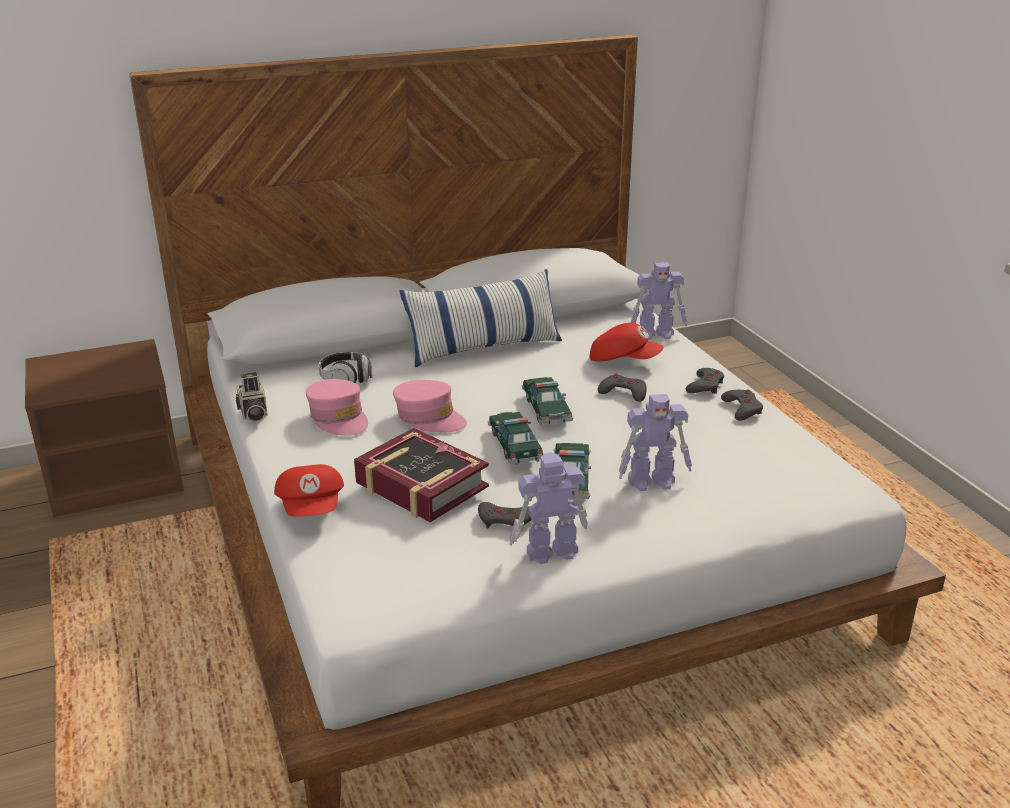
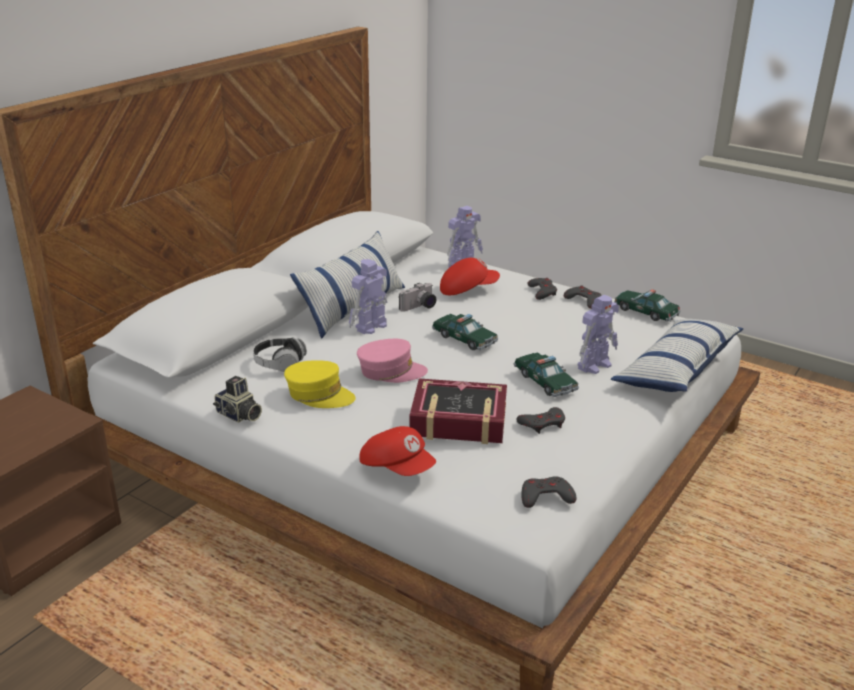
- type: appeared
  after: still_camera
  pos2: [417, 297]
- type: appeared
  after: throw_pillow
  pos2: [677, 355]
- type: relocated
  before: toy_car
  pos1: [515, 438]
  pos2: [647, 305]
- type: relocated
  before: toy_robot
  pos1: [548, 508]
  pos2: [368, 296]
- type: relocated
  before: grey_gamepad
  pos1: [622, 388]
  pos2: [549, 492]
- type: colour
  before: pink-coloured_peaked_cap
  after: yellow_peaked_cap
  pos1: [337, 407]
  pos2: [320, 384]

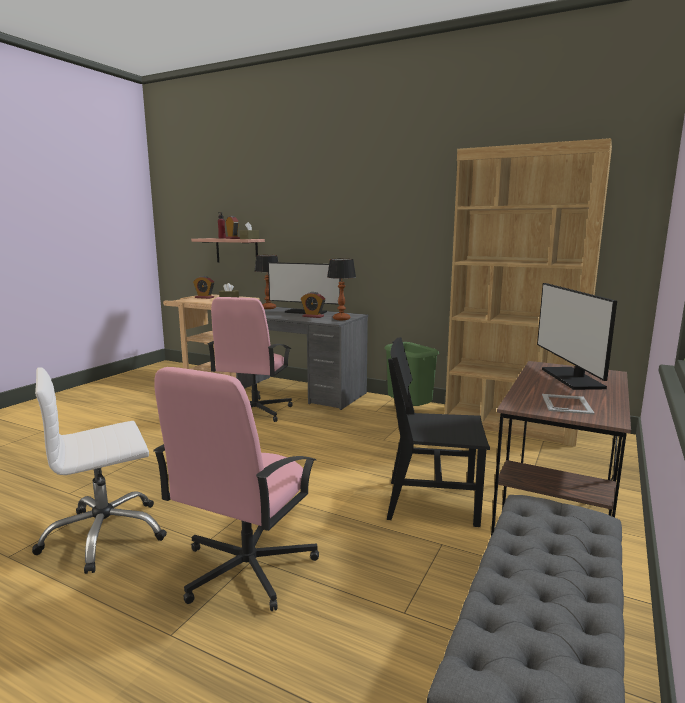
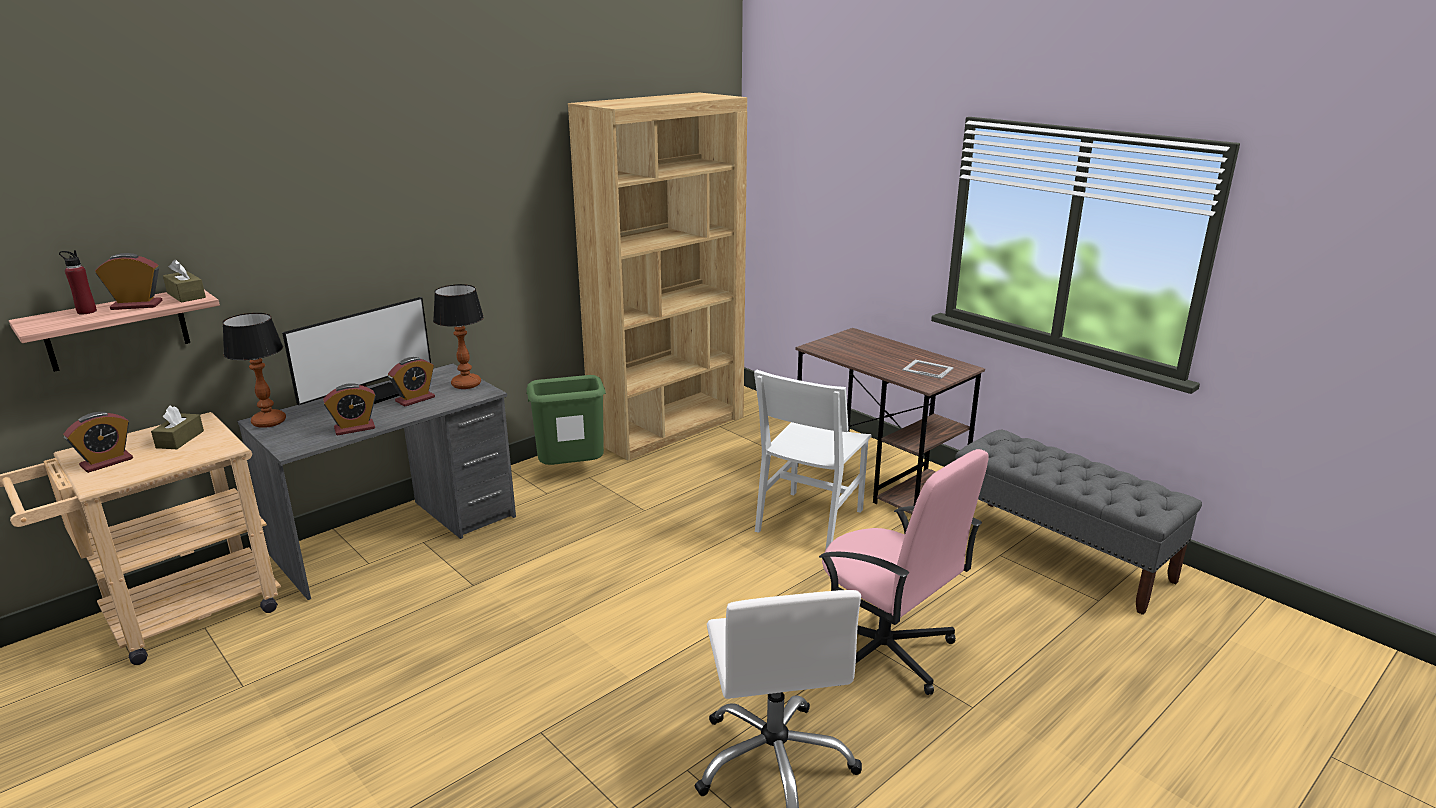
- type: missing
  before: pink-coloured_computer_chair
  pos1: [250, 359]
- type: missing
  before: computer_screen
  pos1: [577, 336]
- type: appeared
  after: bedside_clock
  pos2: [349, 409]
- type: colour
  before: black-coloured_chair
  after: white-coloured_chair
  pos1: [438, 432]
  pos2: [813, 459]

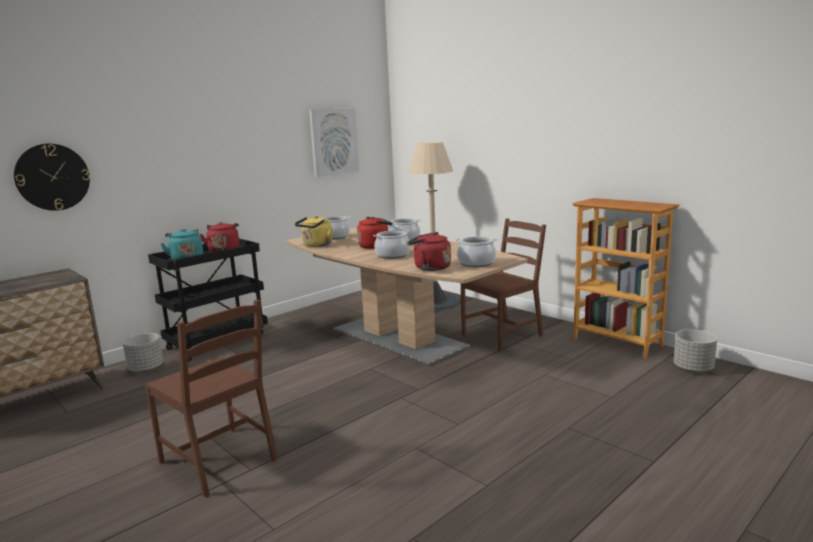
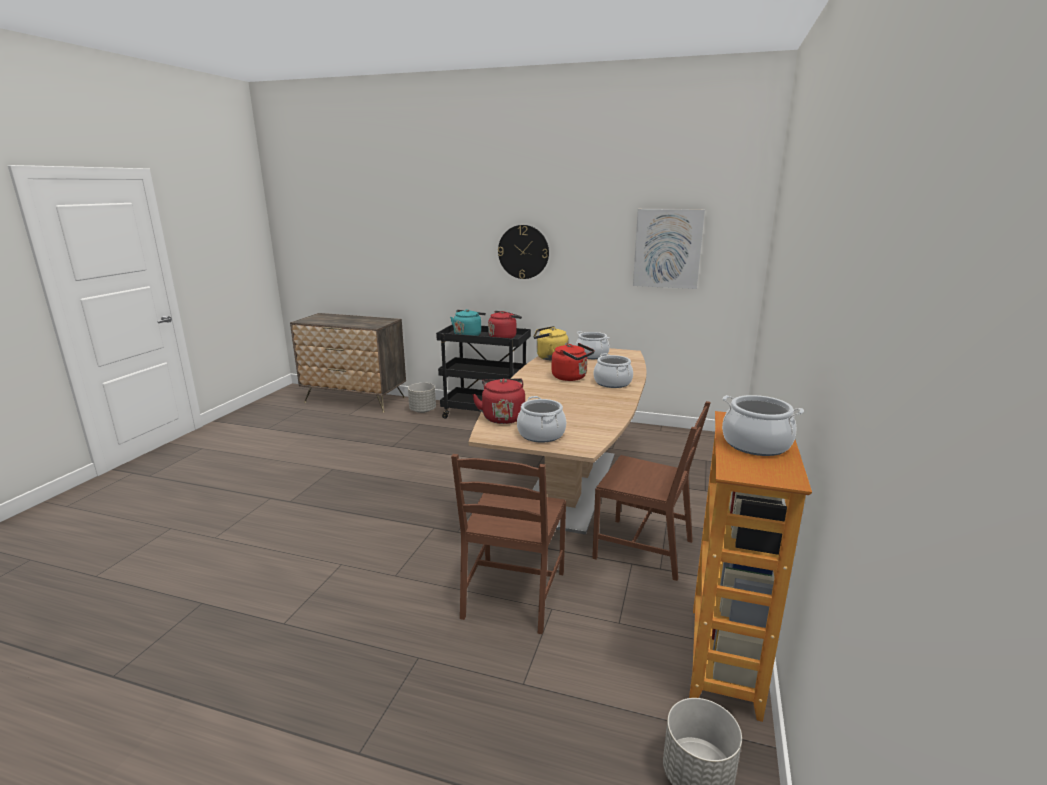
- type: missing
  before: beige_floor_lamp
  pos1: [434, 226]
- type: relocated
  before: clock_on_the_wall
  pos1: [52, 177]
  pos2: [523, 252]
- type: relocated
  before: brown_chair
  pos1: [211, 398]
  pos2: [508, 544]
- type: relocated
  before: stockpot
  pos1: [391, 244]
  pos2: [763, 425]

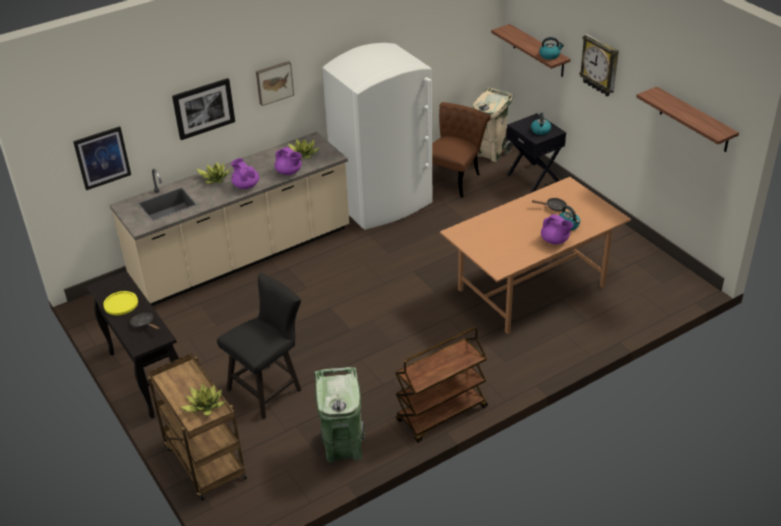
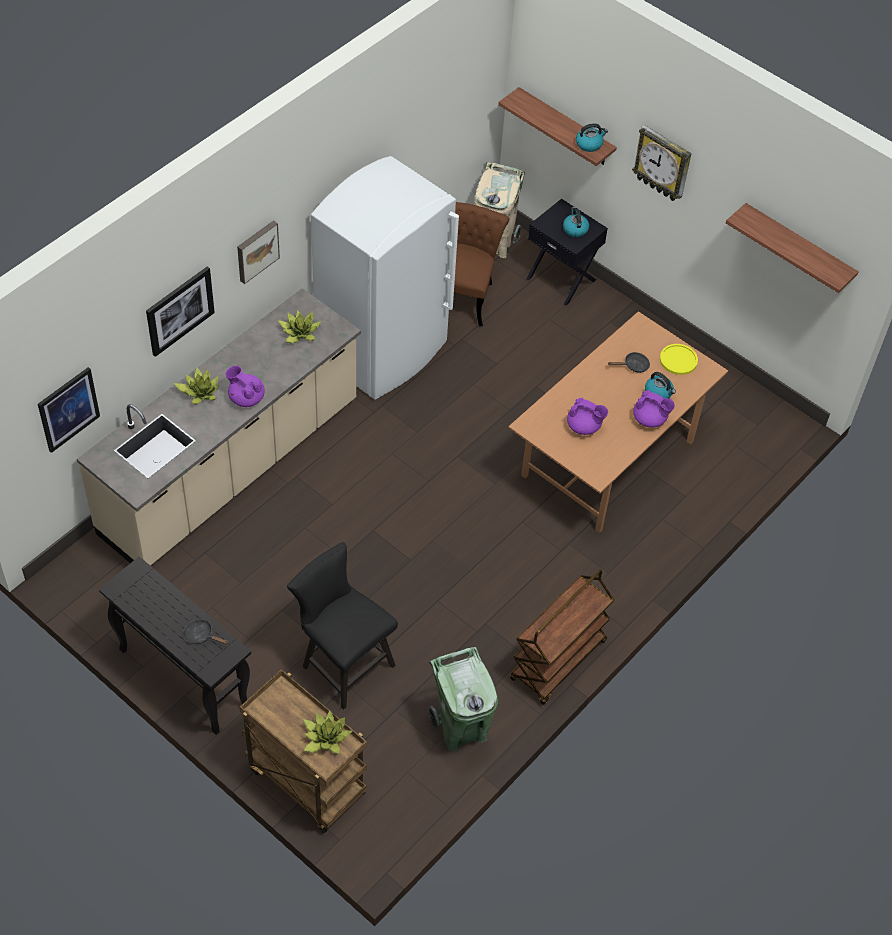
- type: relocated
  before: yellow_plate
  pos1: [120, 303]
  pos2: [679, 359]
- type: relocated
  before: purple-coloured_tea_pot
  pos1: [288, 161]
  pos2: [587, 416]
- type: spun
  before: black-coloured_chair
  pos1: [259, 346]
  pos2: [342, 626]
  turn: -75

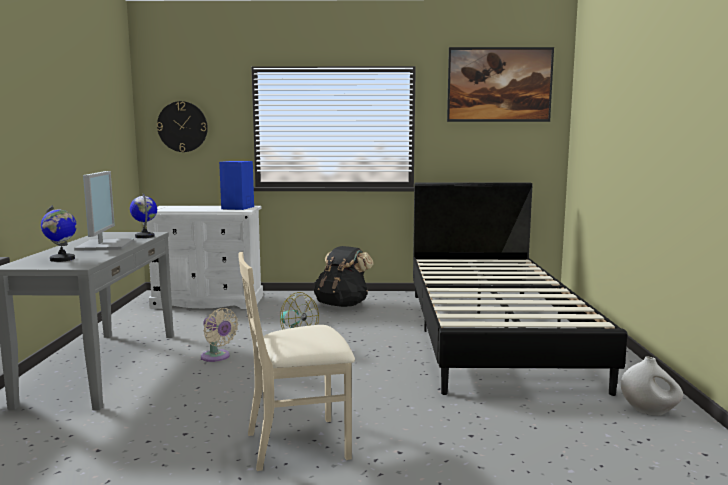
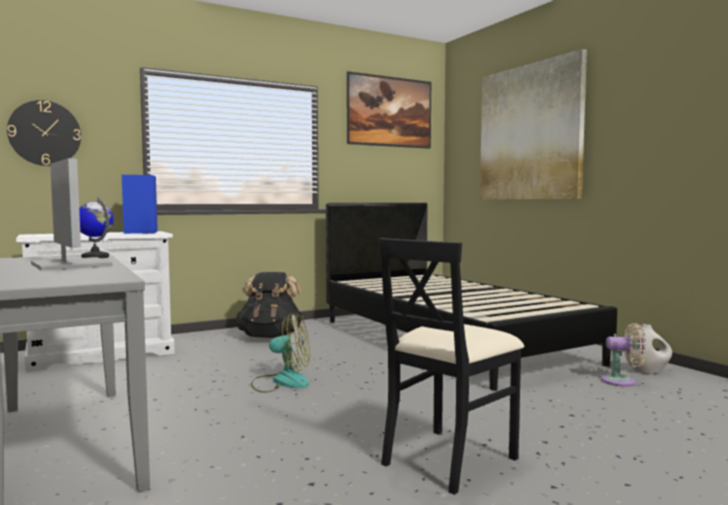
- type: missing
  before: world_globe
  pos1: [59, 233]
- type: appeared
  after: picture
  pos2: [533, 124]
- type: relocated
  before: beige_cooling_fan
  pos1: [219, 335]
  pos2: [623, 355]
- type: colour
  before: beige_chair
  after: black-coloured_chair
  pos1: [296, 361]
  pos2: [451, 366]

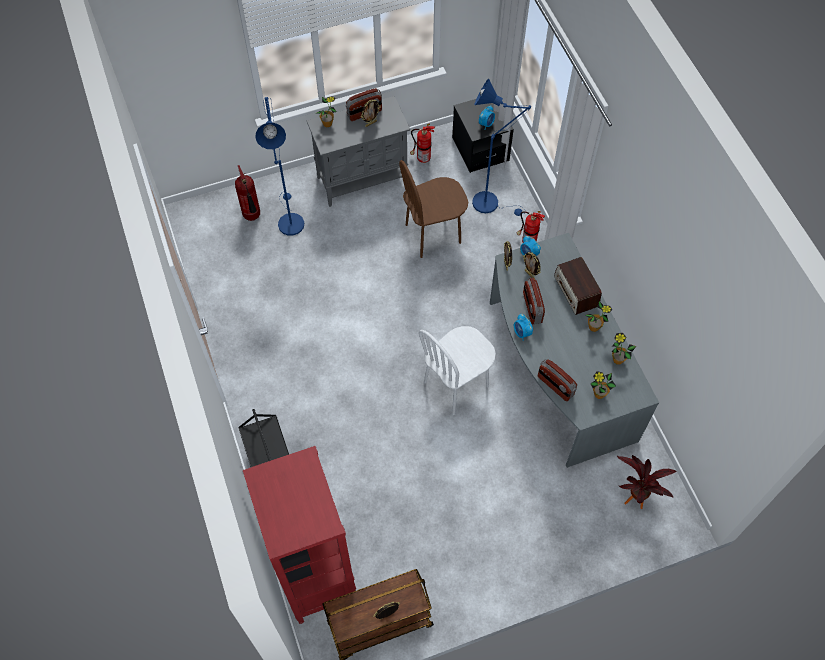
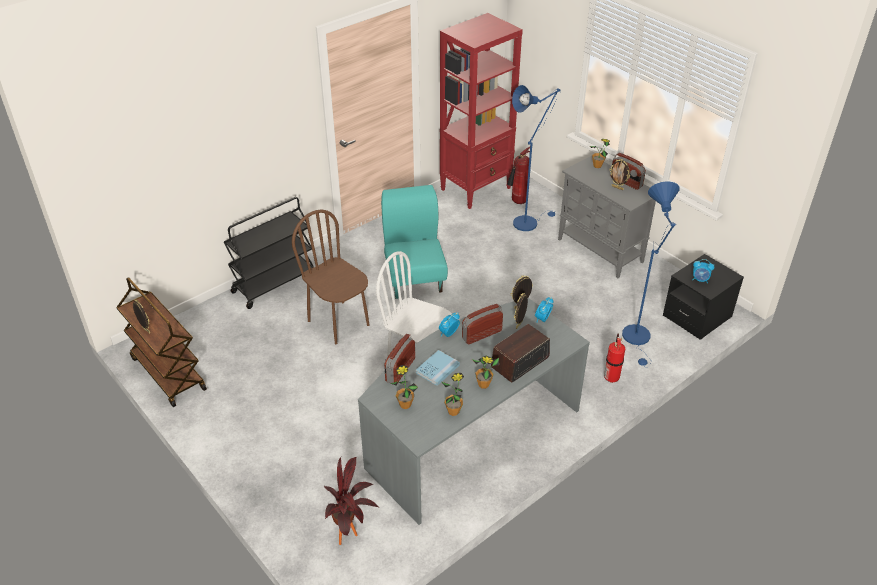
- type: missing
  before: fire_extinguisher
  pos1: [422, 143]
- type: appeared
  after: blue-green_chair
  pos2: [414, 242]
- type: appeared
  after: bluish_book
  pos2: [438, 368]
- type: relocated
  before: red_bookcase
  pos1: [299, 535]
  pos2: [481, 111]
- type: relocated
  before: brown_chair
  pos1: [433, 209]
  pos2: [330, 277]

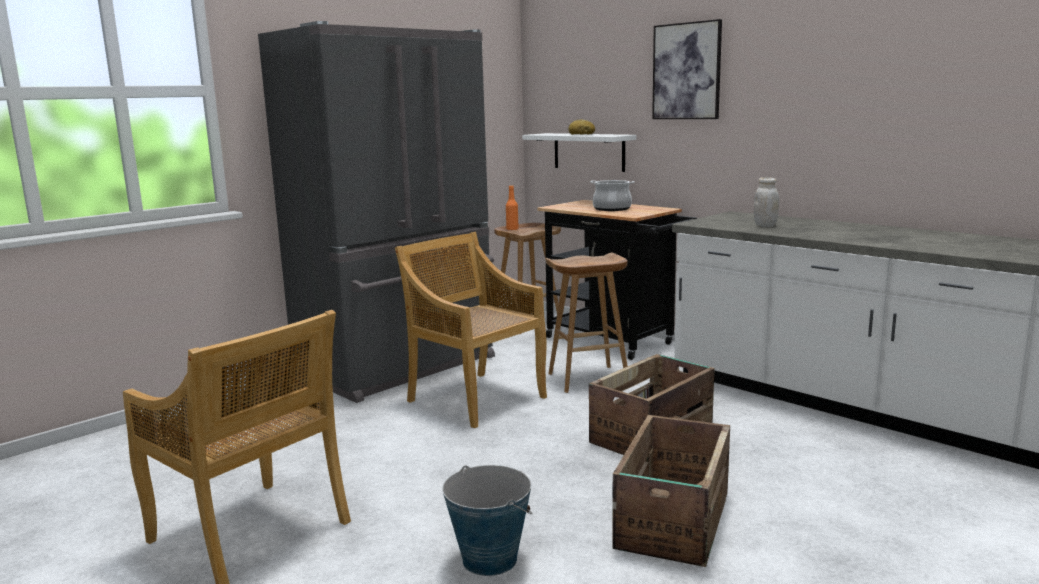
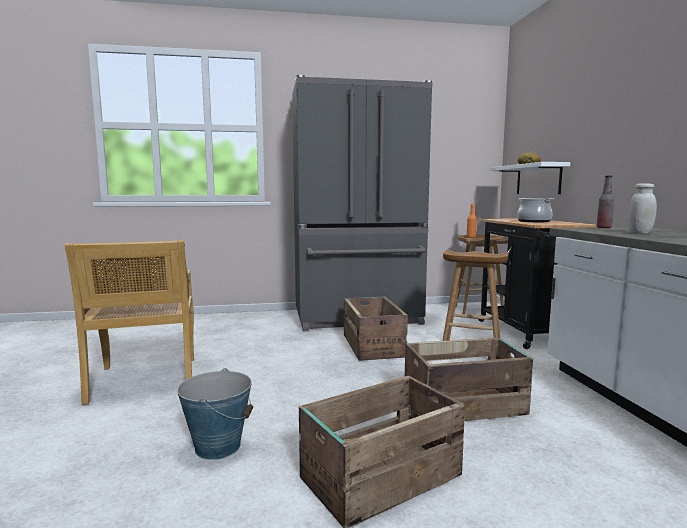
- type: missing
  before: picture
  pos1: [687, 69]
- type: appeared
  after: beverage_bottle
  pos2: [605, 202]
- type: exchanged
  before: beige_chair
  after: packing_crate
  pos1: [471, 330]
  pos2: [376, 329]

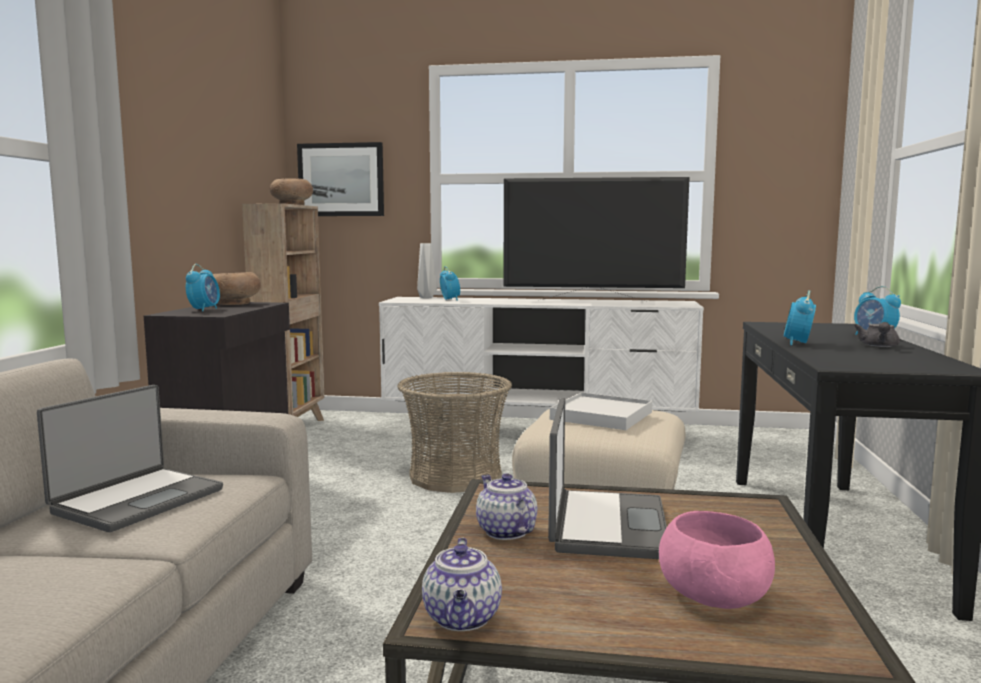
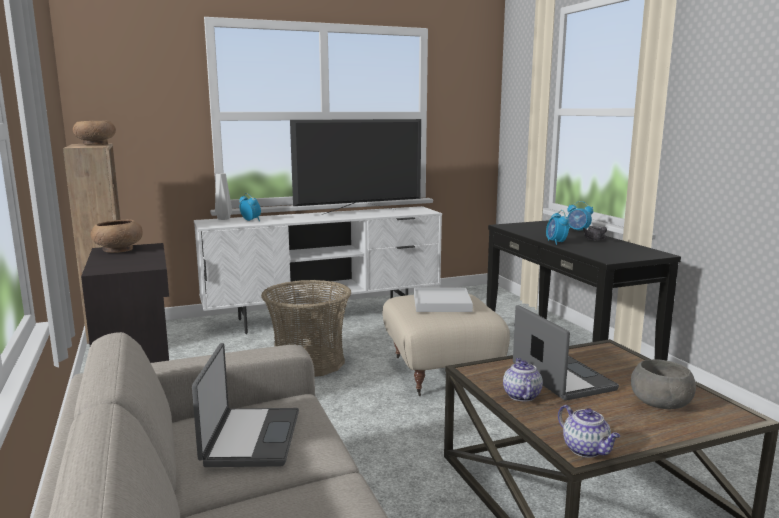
- type: missing
  before: bedside_clock
  pos1: [203, 288]
- type: missing
  before: picture
  pos1: [340, 179]
- type: colour
  before: pink-coloured_bowl
  after: grey_bowl
  pos1: [717, 560]
  pos2: [663, 384]
- type: spun
  before: tea_pot
  pos1: [506, 506]
  pos2: [523, 379]
  turn: 60

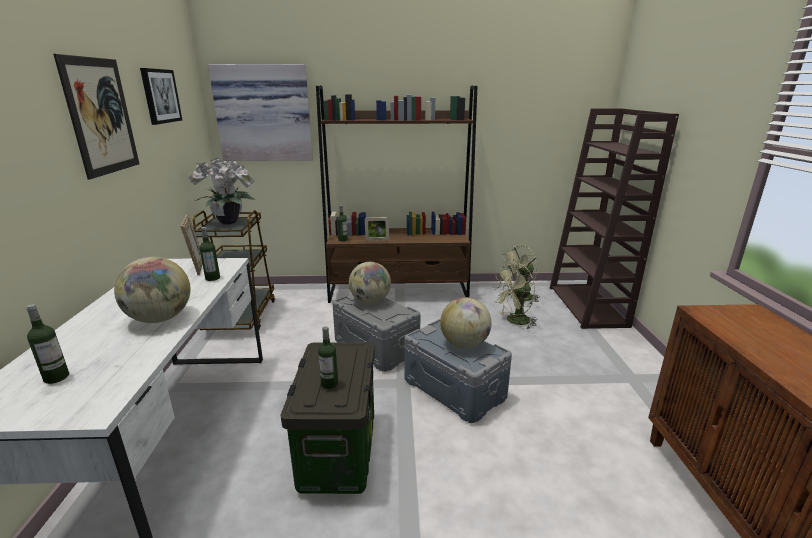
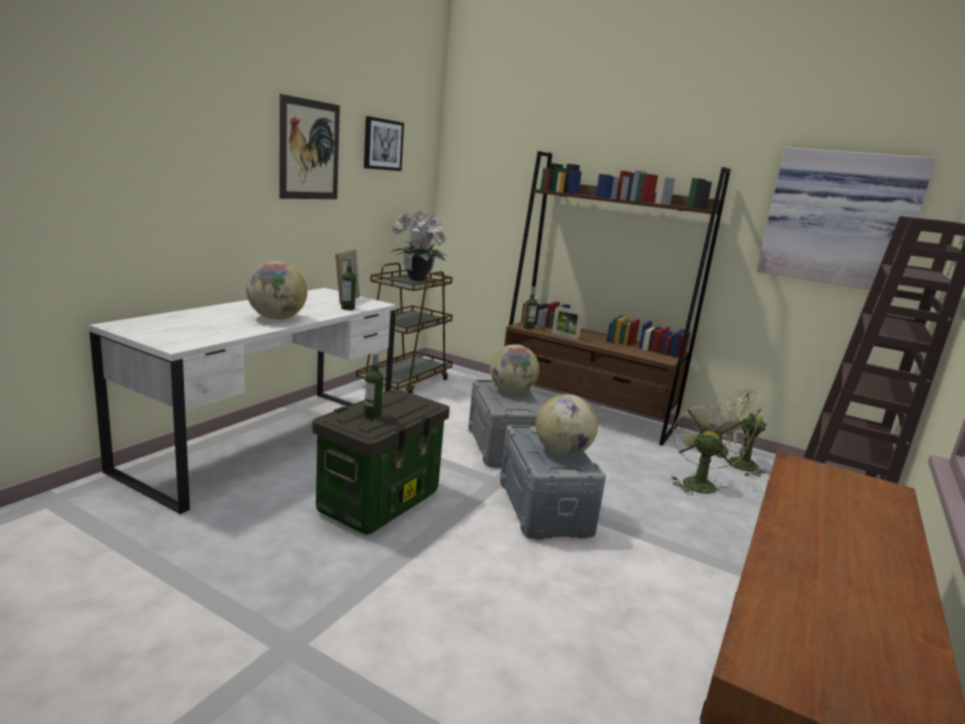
- type: missing
  before: beverage_bottle
  pos1: [47, 344]
- type: relocated
  before: picture
  pos1: [260, 112]
  pos2: [846, 218]
- type: spun
  before: green_cooling_fan
  pos1: [515, 296]
  pos2: [710, 448]
  turn: 105

